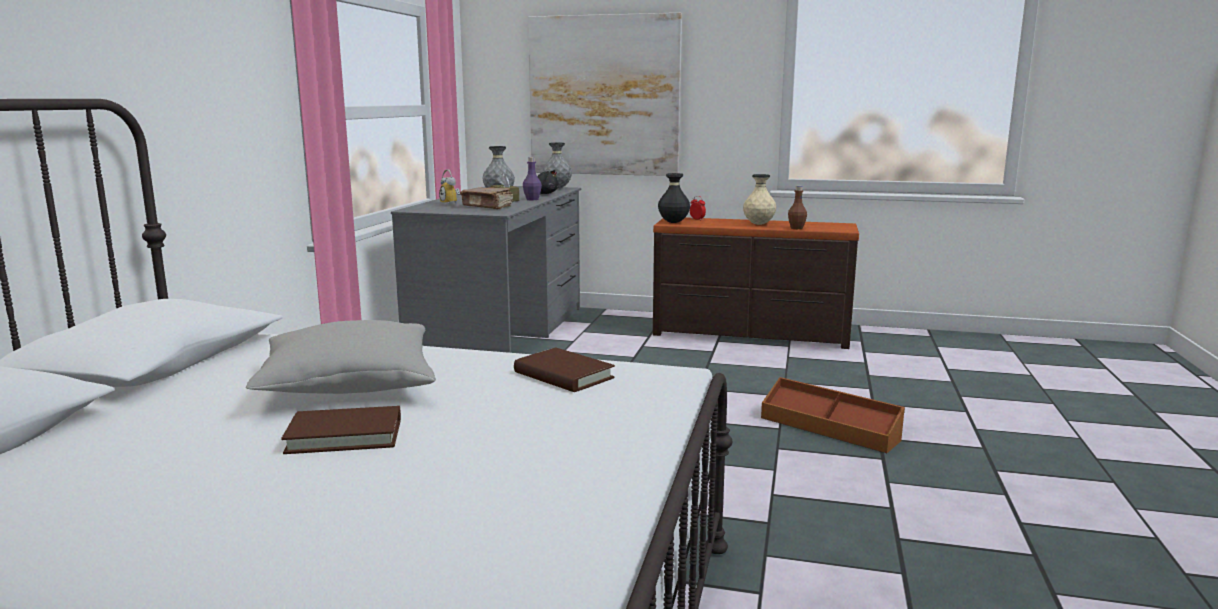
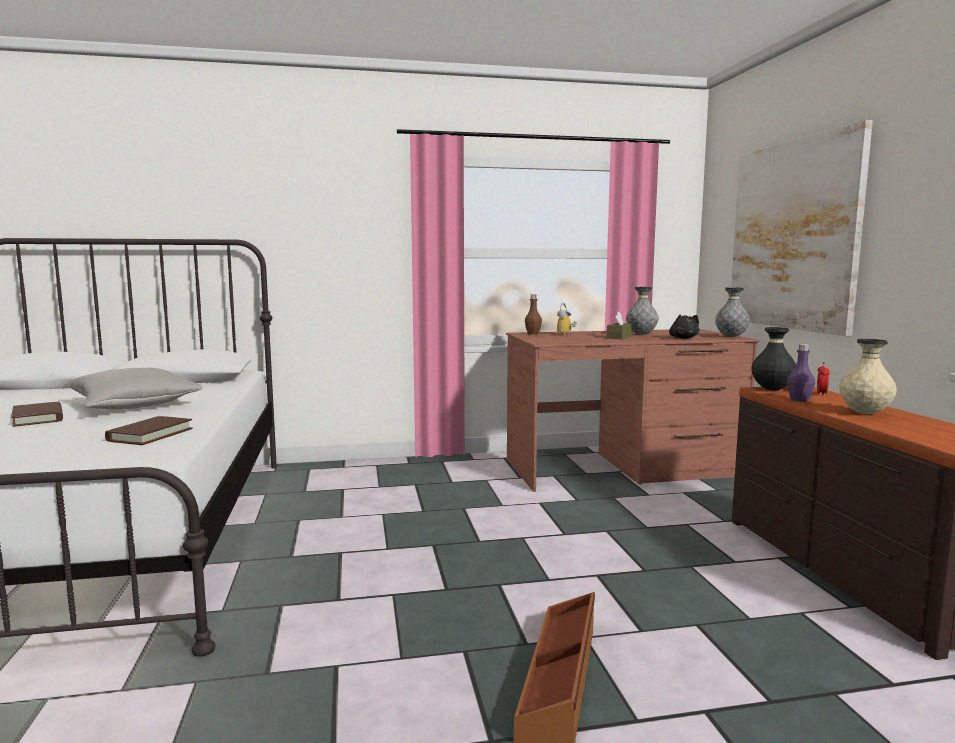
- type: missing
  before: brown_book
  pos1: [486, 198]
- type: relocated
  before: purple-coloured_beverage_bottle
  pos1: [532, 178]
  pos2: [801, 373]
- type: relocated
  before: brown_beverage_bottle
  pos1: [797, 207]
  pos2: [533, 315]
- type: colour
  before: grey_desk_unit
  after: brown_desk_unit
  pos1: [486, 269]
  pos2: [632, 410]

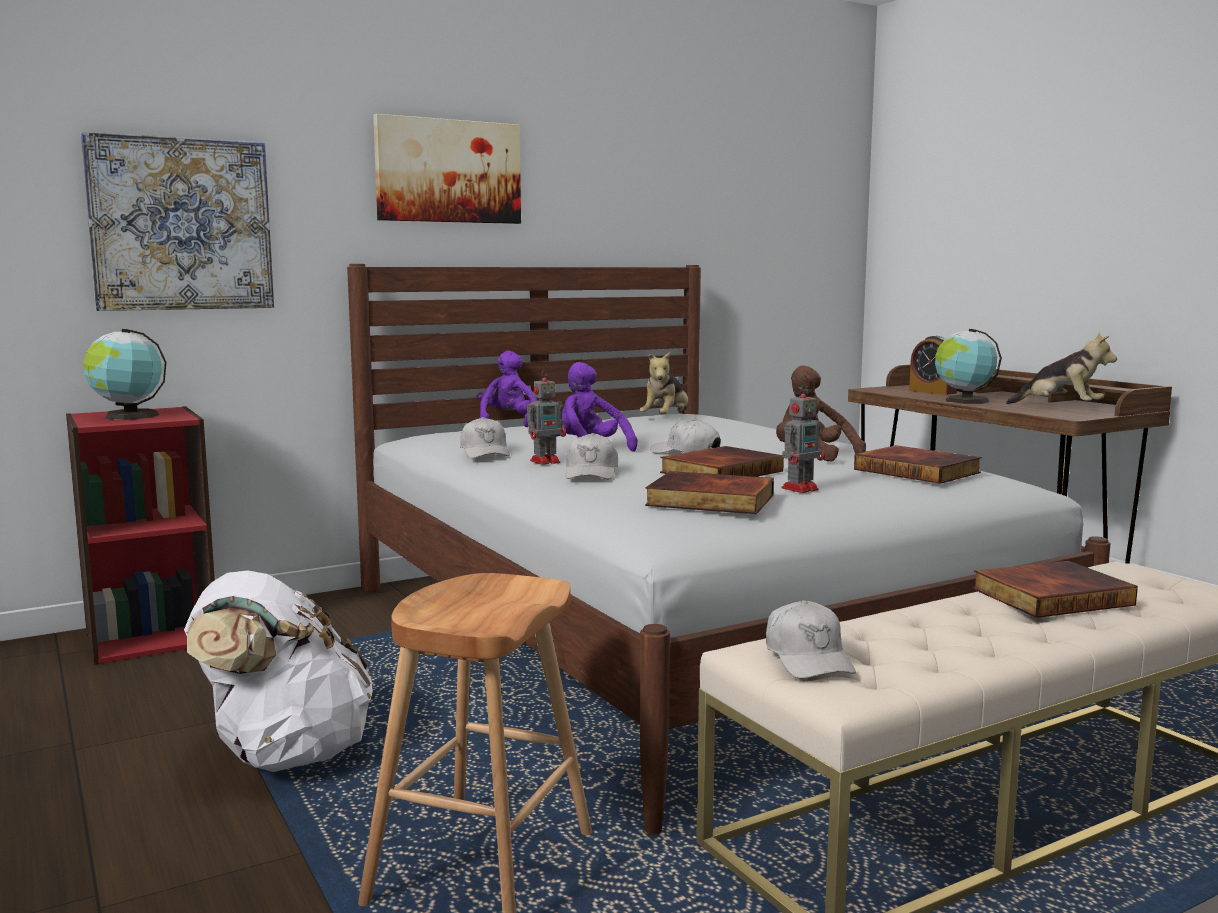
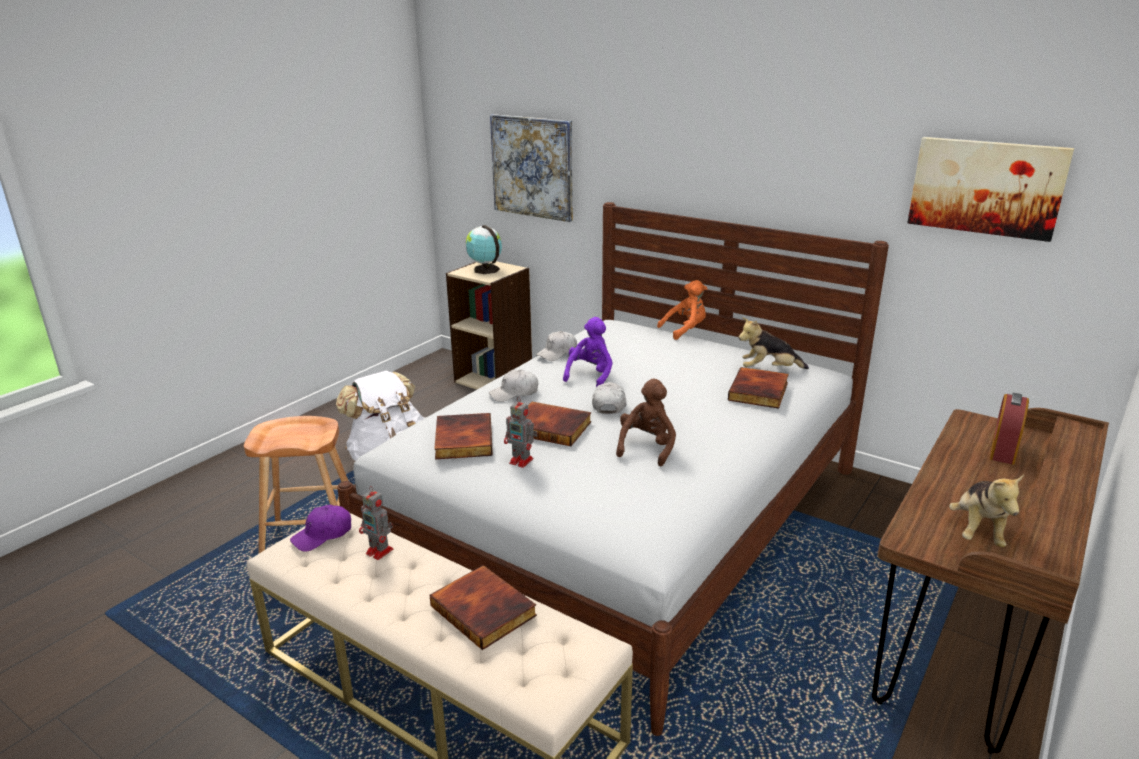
- type: missing
  before: world_globe
  pos1: [968, 366]
- type: relocated
  before: picture
  pos1: [447, 169]
  pos2: [990, 189]
- type: relocated
  before: toy_robot
  pos1: [546, 417]
  pos2: [376, 523]
- type: relocated
  before: book
  pos1: [917, 464]
  pos2: [758, 388]
- type: colour
  before: red_bookcase
  after: beige_bookcase
  pos1: [140, 535]
  pos2: [489, 325]
- type: colour
  before: purple-coloured_soft_toy
  after: orange_soft_toy
  pos1: [506, 388]
  pos2: [682, 310]
- type: colour
  before: white-coloured_peaked_cap
  after: purple-coloured_peaked_cap
  pos1: [811, 639]
  pos2: [320, 528]

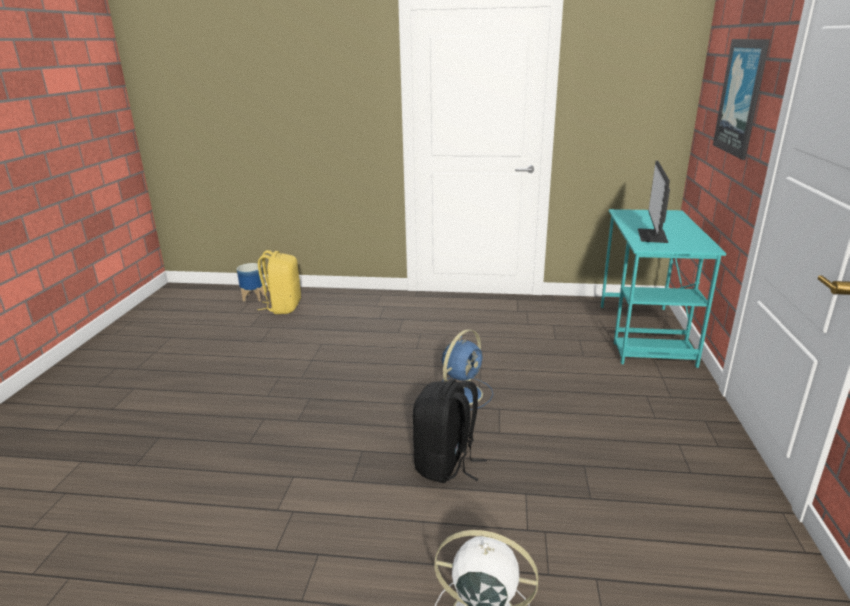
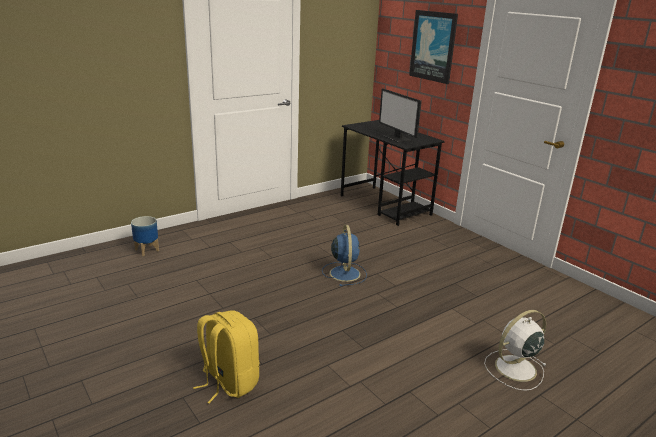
- type: missing
  before: black-coloured_rucksack
  pos1: [450, 431]
- type: relocated
  before: flower_pot
  pos1: [251, 282]
  pos2: [145, 236]
- type: relocated
  before: yellow_rucksack
  pos1: [279, 282]
  pos2: [226, 357]
- type: colour
  before: blue-green_desk_unit
  after: black-coloured_desk_unit
  pos1: [663, 288]
  pos2: [393, 173]

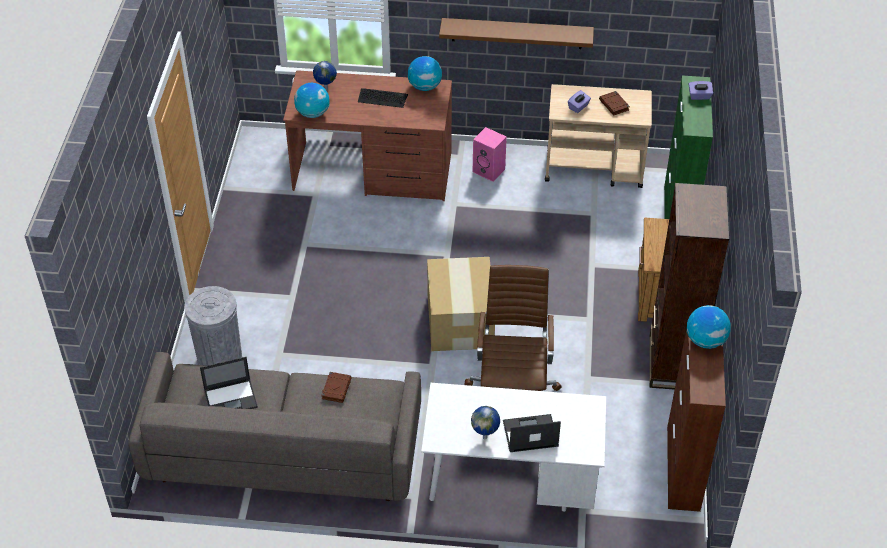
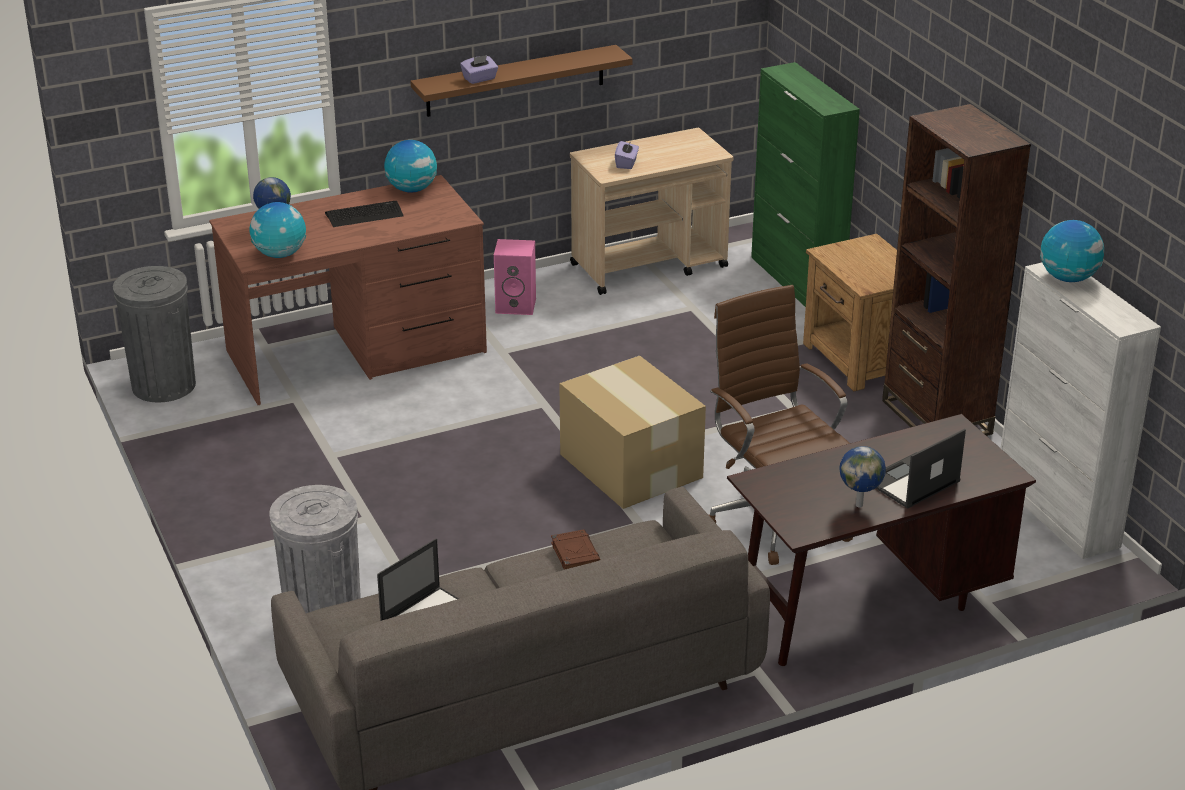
- type: missing
  before: brown_book
  pos1: [614, 103]
- type: appeared
  after: grey_trash_can
  pos2: [154, 334]
- type: relocated
  before: purple-coloured_tissue_box
  pos1: [701, 90]
  pos2: [479, 69]
- type: colour
  before: white-coloured_desk_unit
  after: brown_desk_unit
  pos1: [513, 447]
  pos2: [881, 540]
- type: colour
  before: brown_cabinet
  after: white-coloured_cabinet
  pos1: [696, 421]
  pos2: [1081, 411]

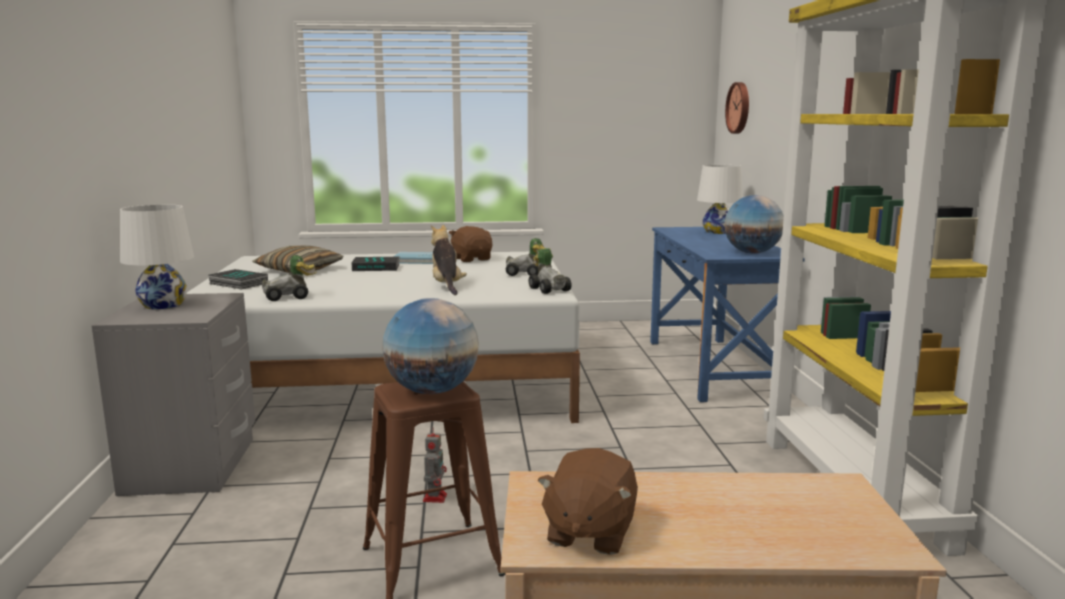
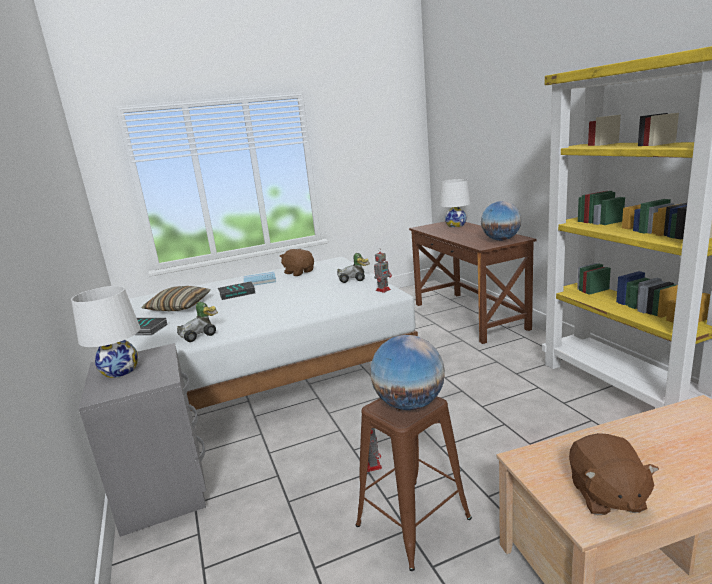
- type: missing
  before: soft_toy
  pos1: [449, 260]
- type: missing
  before: clock_on_the_wall
  pos1: [737, 108]
- type: exchanged
  before: toy_car
  after: toy_robot
  pos1: [550, 271]
  pos2: [383, 270]
- type: colour
  before: bluish_desk_unit
  after: brown_desk_unit
  pos1: [727, 314]
  pos2: [473, 283]

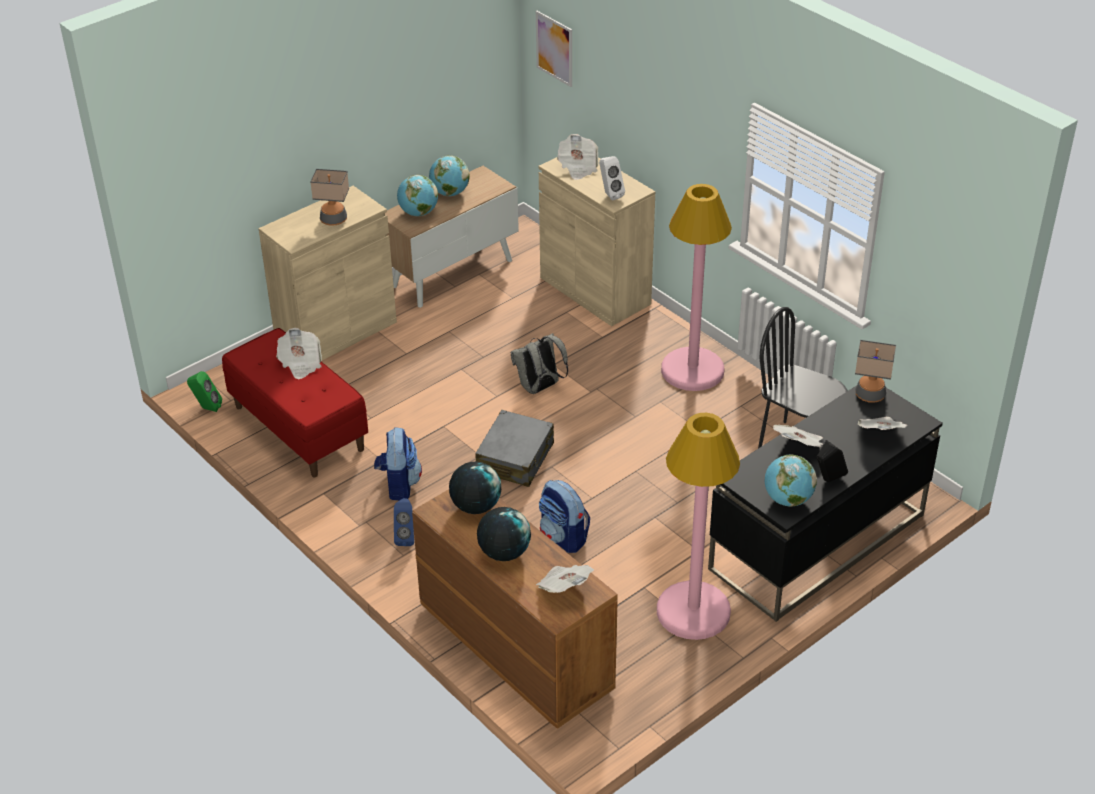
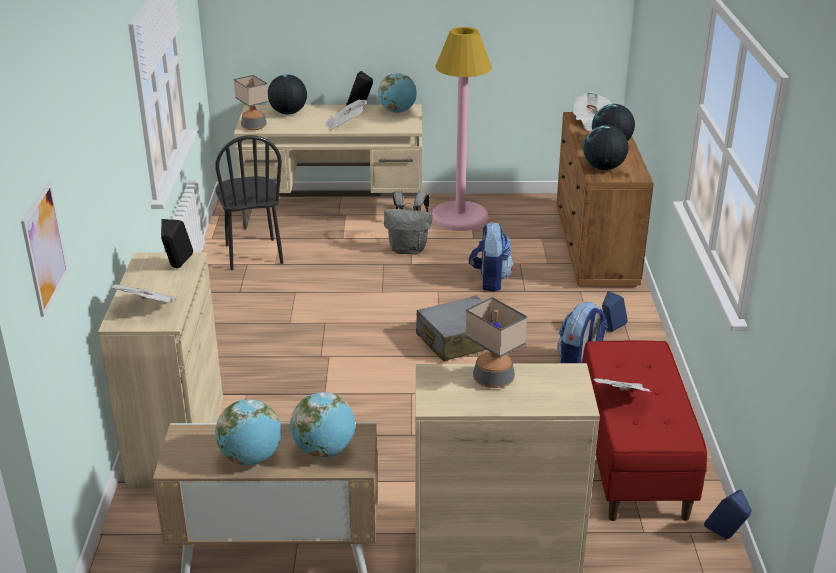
- type: missing
  before: pink-coloured_floor_lamp
  pos1: [696, 287]
- type: relocated
  before: grey_rucksack
  pos1: [539, 363]
  pos2: [408, 222]
- type: exchanged
  before: daily_paper
  after: world_globe
  pos1: [882, 423]
  pos2: [287, 94]
- type: colour
  before: green_speaker
  after: bluish_speaker
  pos1: [204, 391]
  pos2: [728, 514]
- type: colour
  before: white-coloured_speaker
  after: black-coloured_speaker
  pos1: [612, 178]
  pos2: [177, 243]
- type: colour
  before: black-coloured_desk_unit
  after: beige_desk_unit
  pos1: [825, 503]
  pos2: [328, 167]

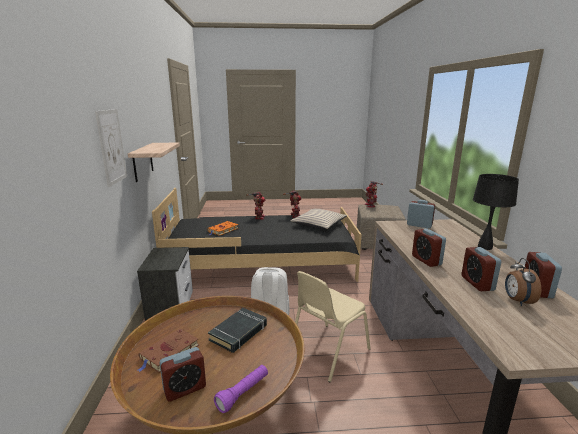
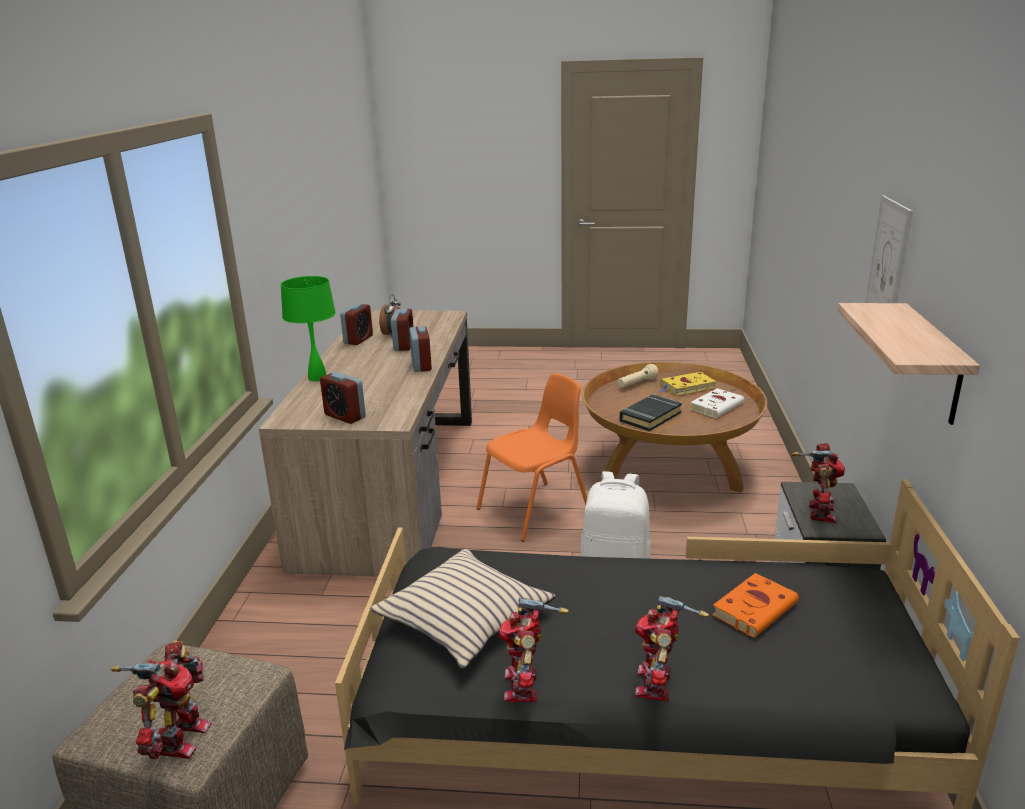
- type: appeared
  after: toy_robot
  pos2: [818, 483]
- type: exchanged
  before: bedside_clock
  after: yellow_book
  pos1: [182, 374]
  pos2: [688, 384]
- type: colour
  before: brown_book
  after: white-coloured_book
  pos1: [168, 350]
  pos2: [717, 403]
- type: colour
  before: purple-coloured_flashlight
  after: beige_flashlight
  pos1: [241, 389]
  pos2: [638, 376]
- type: colour
  before: beige_chair
  after: orange_chair
  pos1: [333, 326]
  pos2: [531, 457]
- type: colour
  before: black-coloured_table_lamp
  after: green_table_lamp
  pos1: [496, 212]
  pos2: [308, 328]

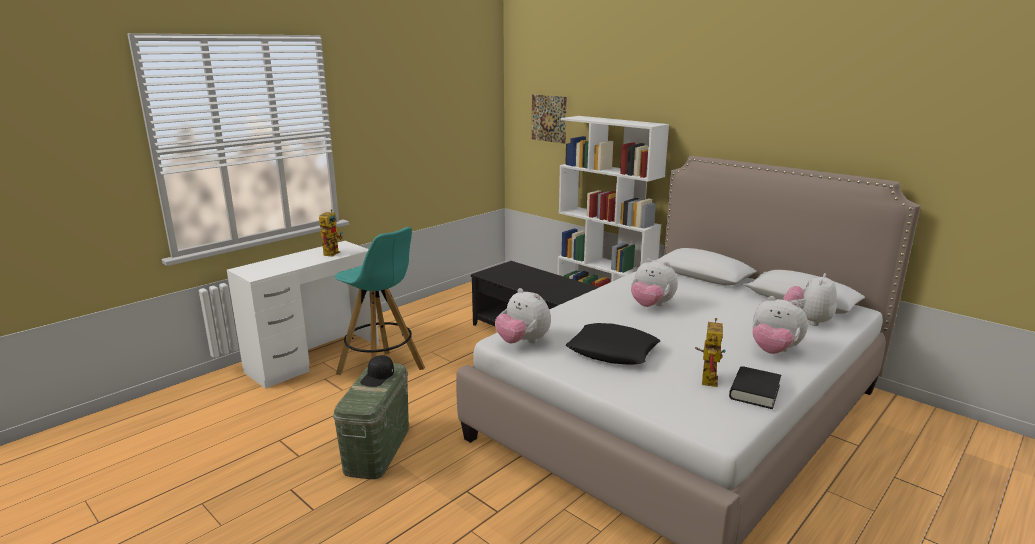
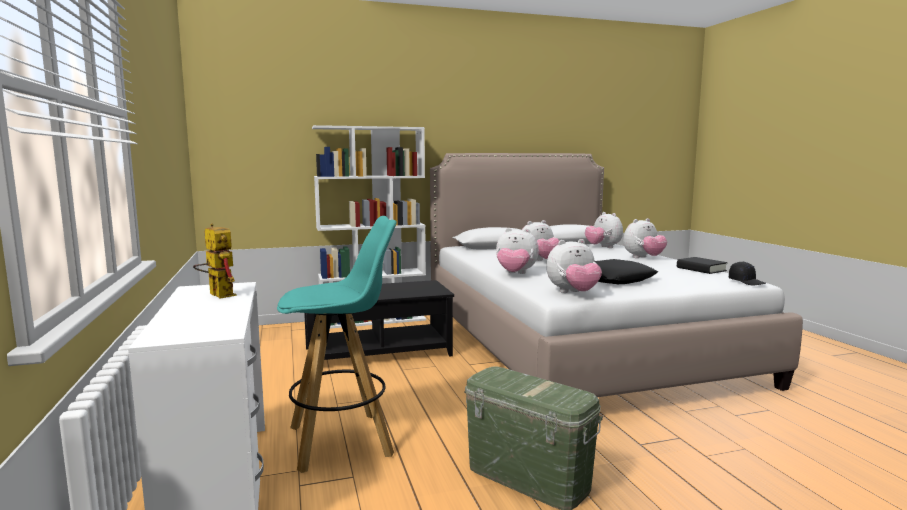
- type: missing
  before: picture
  pos1: [549, 119]
- type: missing
  before: toy_robot
  pos1: [710, 352]
- type: appeared
  after: soft_toy
  pos2: [517, 251]
- type: relocated
  before: black-coloured_peaked_cap
  pos1: [377, 371]
  pos2: [747, 274]

